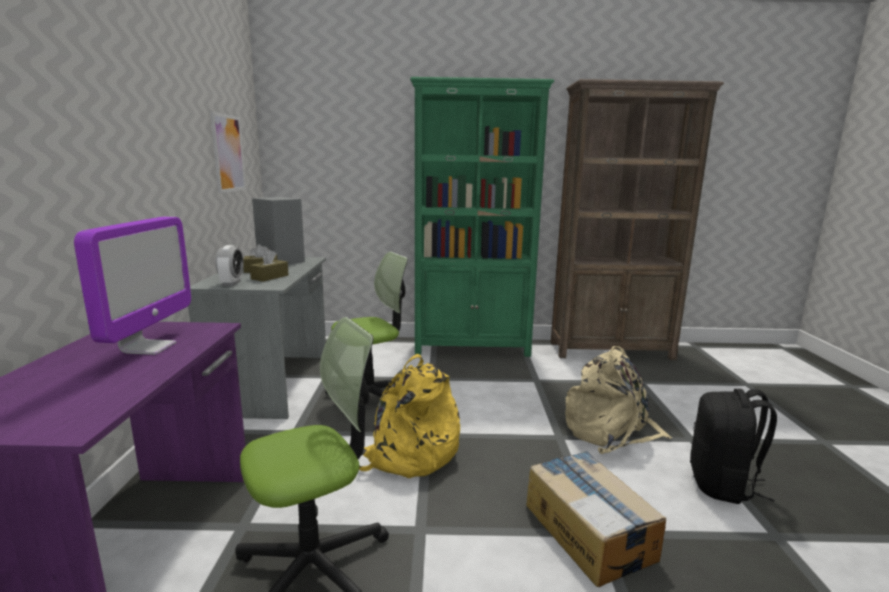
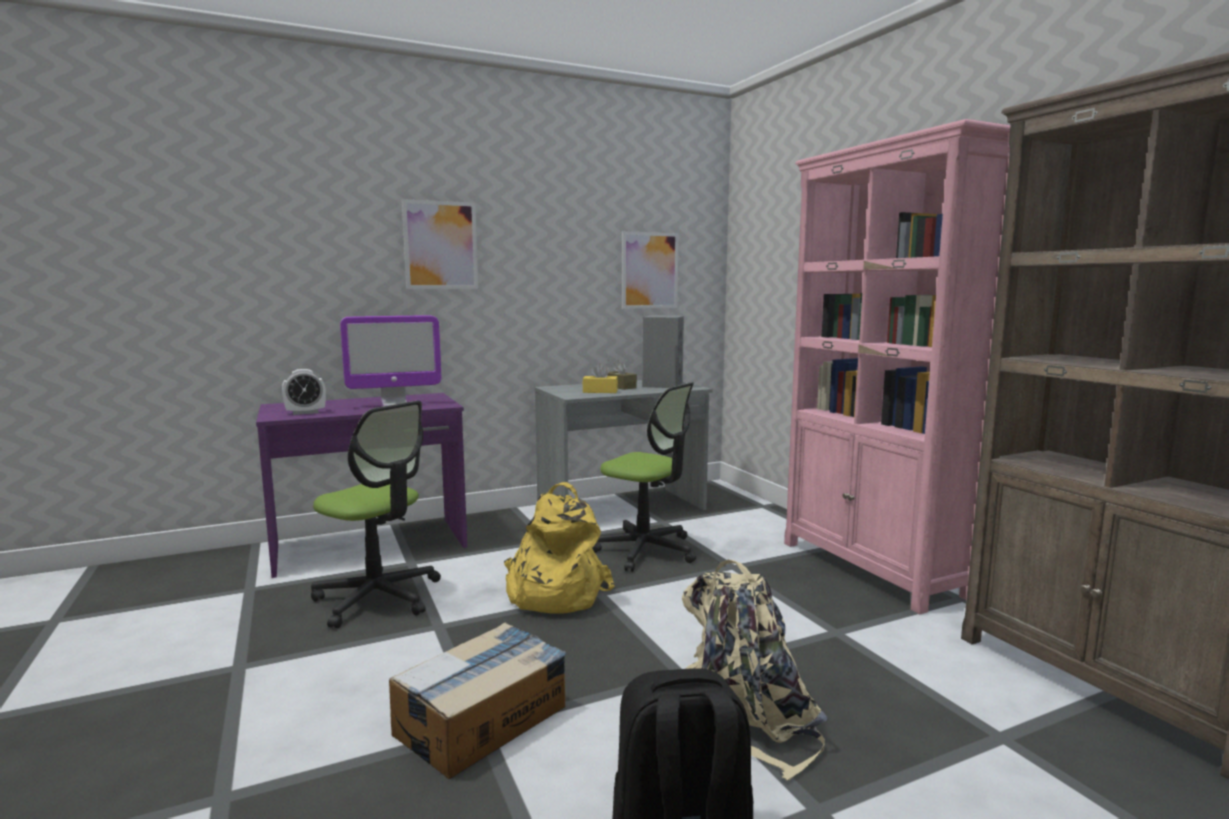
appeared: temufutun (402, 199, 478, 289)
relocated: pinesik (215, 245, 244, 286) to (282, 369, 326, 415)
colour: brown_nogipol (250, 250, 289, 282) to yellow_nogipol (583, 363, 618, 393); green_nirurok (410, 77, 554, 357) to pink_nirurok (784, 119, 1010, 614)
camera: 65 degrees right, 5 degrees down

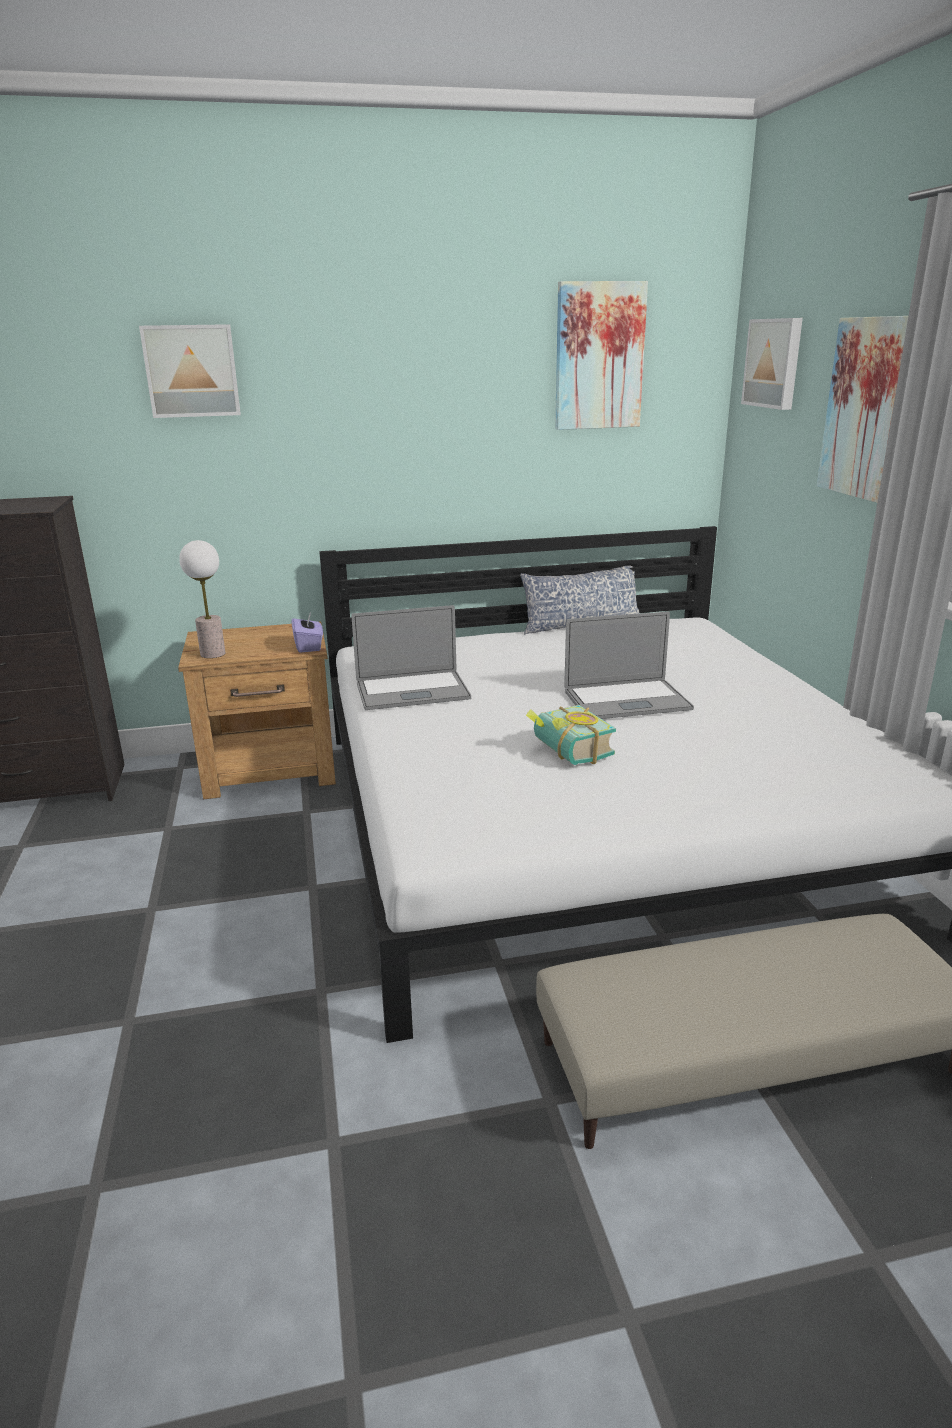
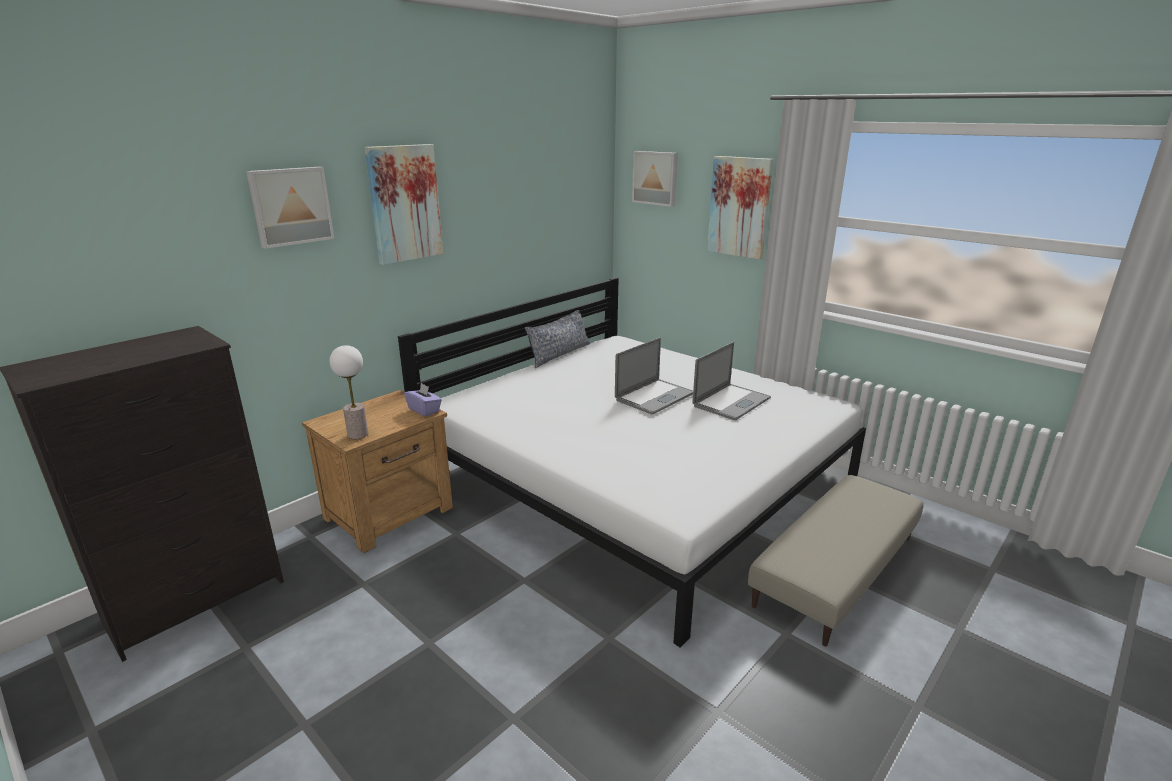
missing: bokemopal (526, 705, 616, 765)
relocated: temufutun (555, 281, 648, 430) to (364, 144, 443, 265); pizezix (352, 605, 471, 710) to (692, 342, 771, 420)
camera: 35 degrees left, 0 degrees up

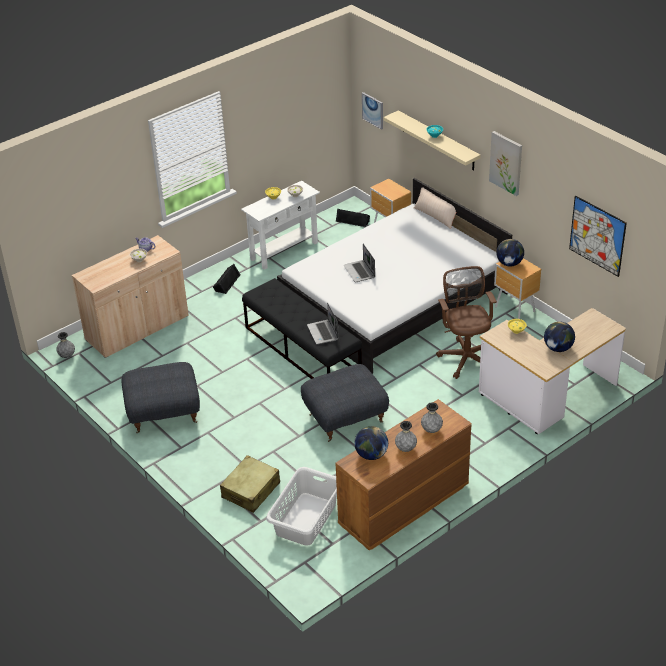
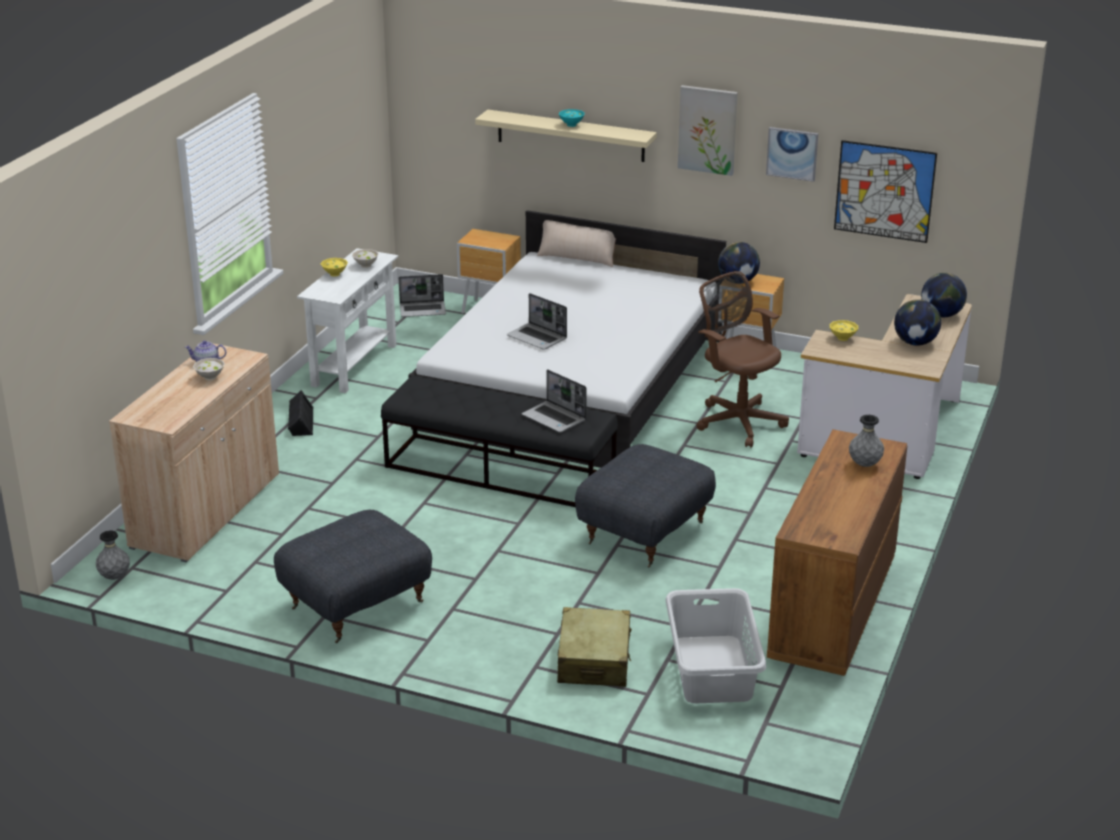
missing: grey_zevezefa (395, 421, 417, 452)
relocated: temufutun (362, 92, 383, 130) to (766, 127, 818, 182); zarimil (354, 426, 388, 460) to (921, 273, 967, 317)
exchanged: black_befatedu (336, 209, 370, 227) to pizezix (399, 274, 446, 317)
camera: 30 degrees left, 10 degrees down

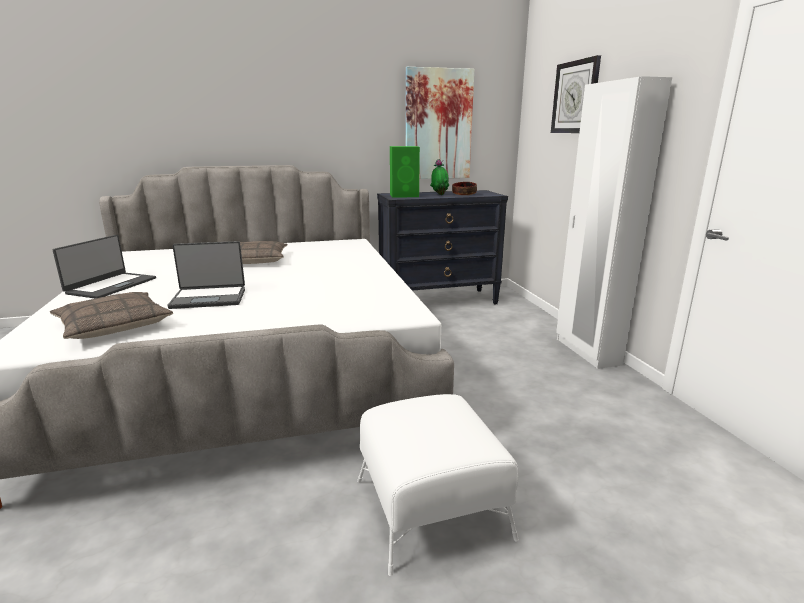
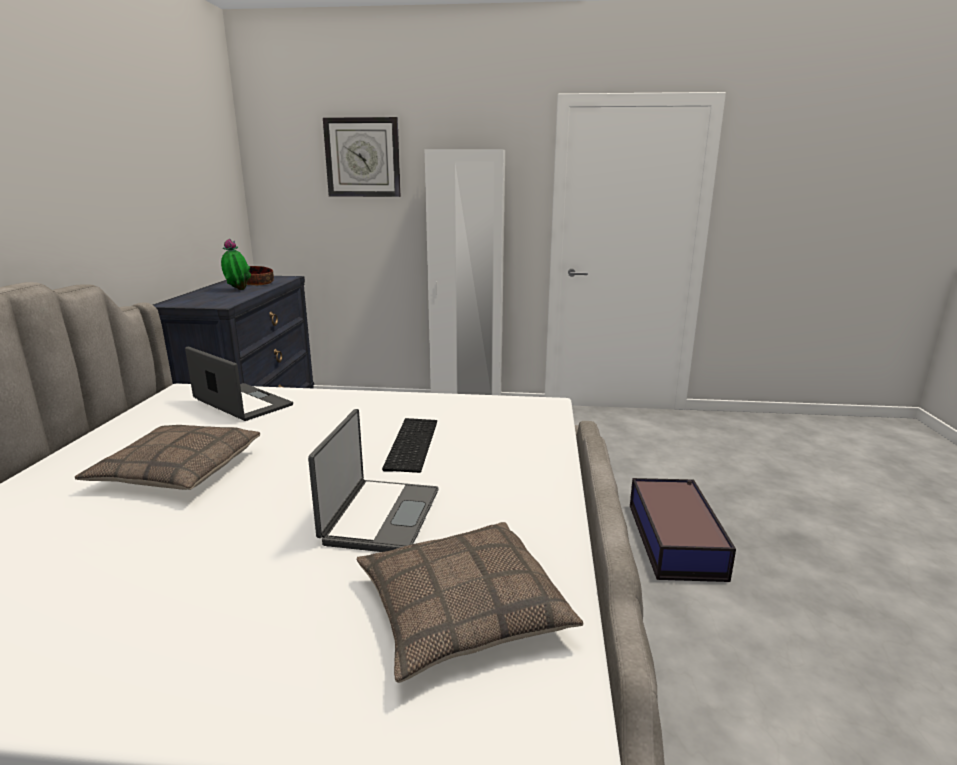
missing: green_befatedu (390, 146, 420, 198); temufutun (406, 67, 474, 179)
appeared: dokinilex (382, 418, 437, 473)
relocated: pizezix (53, 235, 156, 299) to (185, 346, 293, 421)
exchanged: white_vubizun (357, 394, 519, 576) to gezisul (630, 478, 736, 582)
camera: 70 degrees left, 0 degrees up

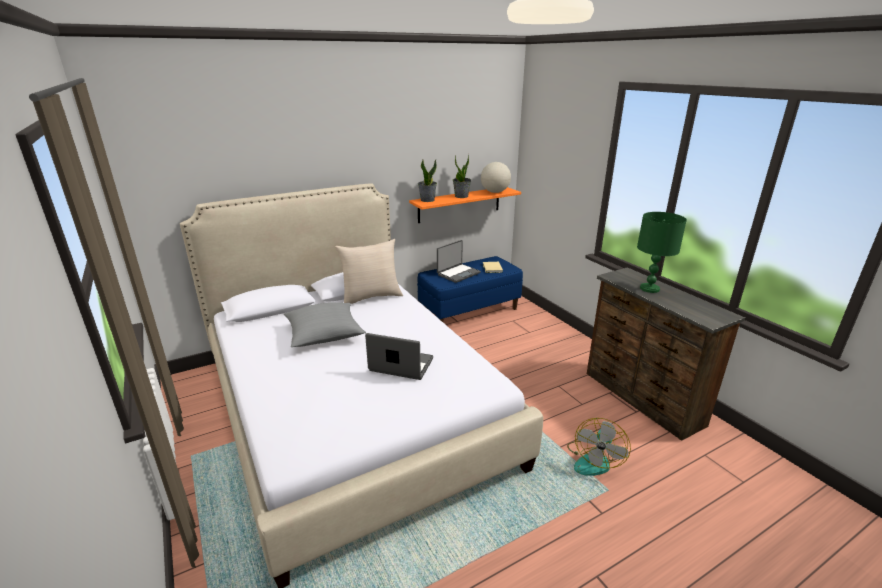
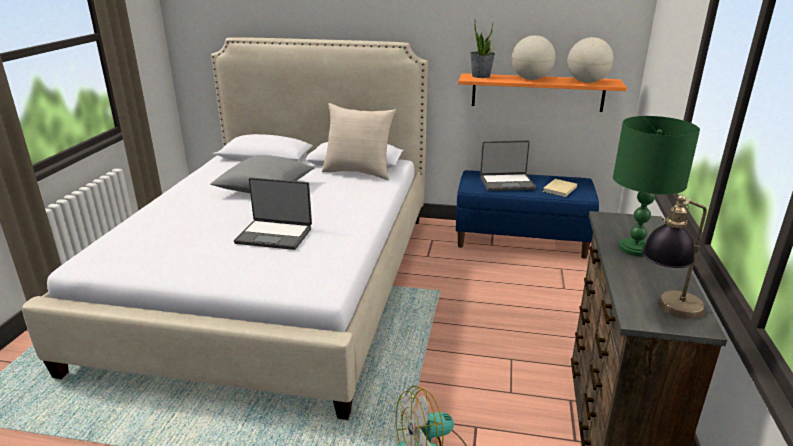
appeared: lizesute (642, 195, 707, 319)
exchanged: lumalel (453, 154, 471, 198) to zarimil (512, 35, 556, 80)
spun: pizezix (365, 333, 433, 380) = (234, 178, 312, 250) 135 degrees clockwise
camera: 40 degrees right, 0 degrees up

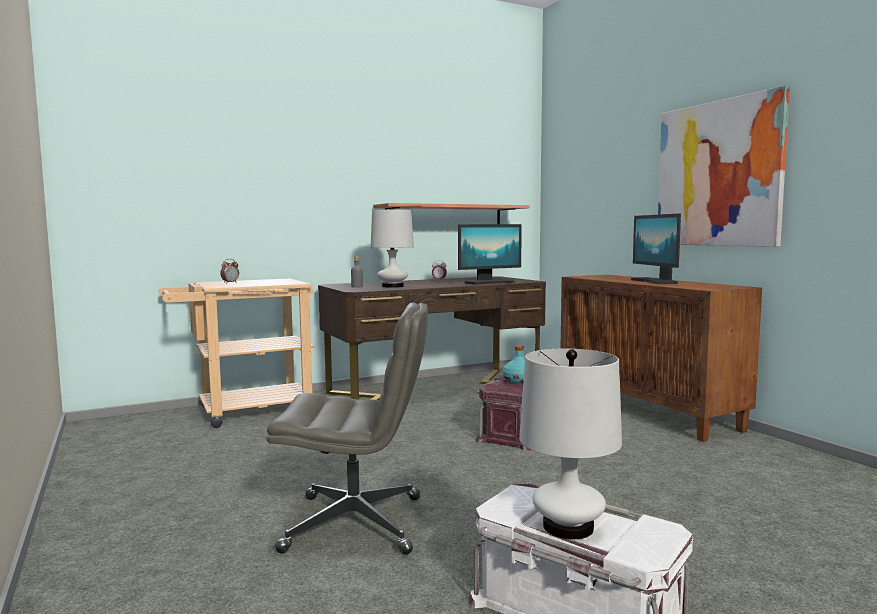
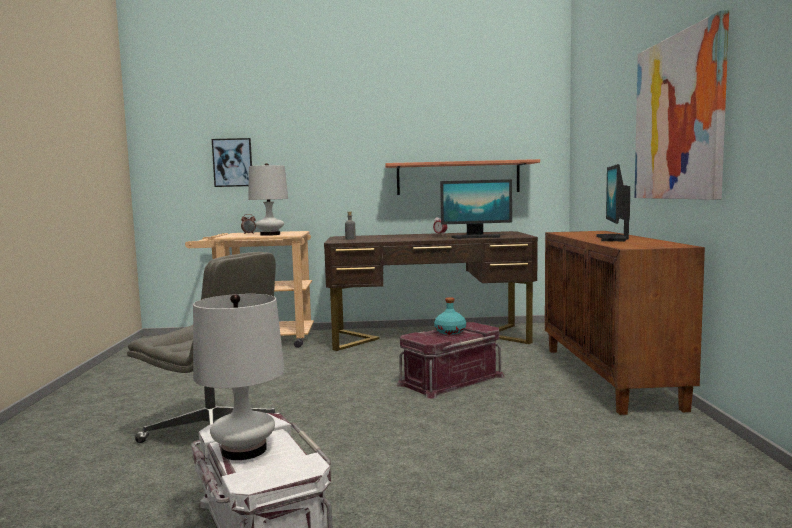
appeared: temufutun (212, 138, 252, 187)
relocated: white_lizesute (371, 207, 414, 288) to (249, 163, 288, 236)
camera: 25 degrees right, 0 degrees up

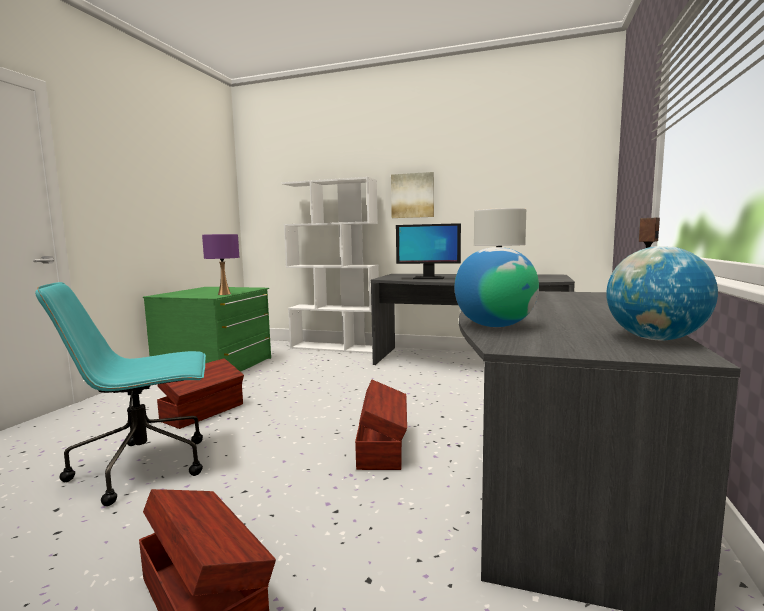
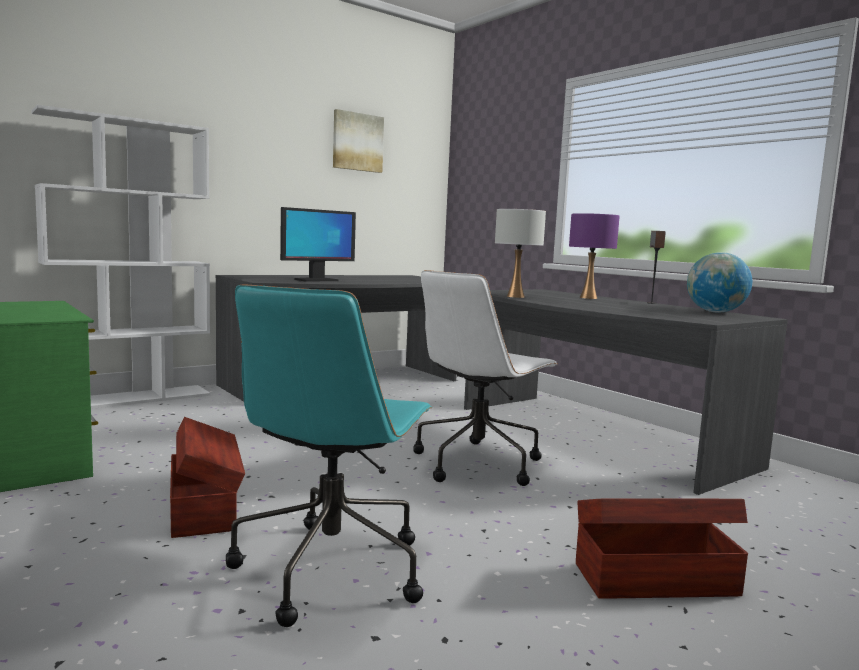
missing: zarimil (454, 247, 539, 327)
relocated: temufutun (391, 172, 434, 218) to (333, 109, 384, 173); purple_lizesute (202, 234, 239, 295) to (569, 213, 620, 299)
exchanged: brown_gezisul (355, 380, 407, 470) to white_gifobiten (413, 270, 558, 486)
camera: 55 degrees left, 0 degrees up

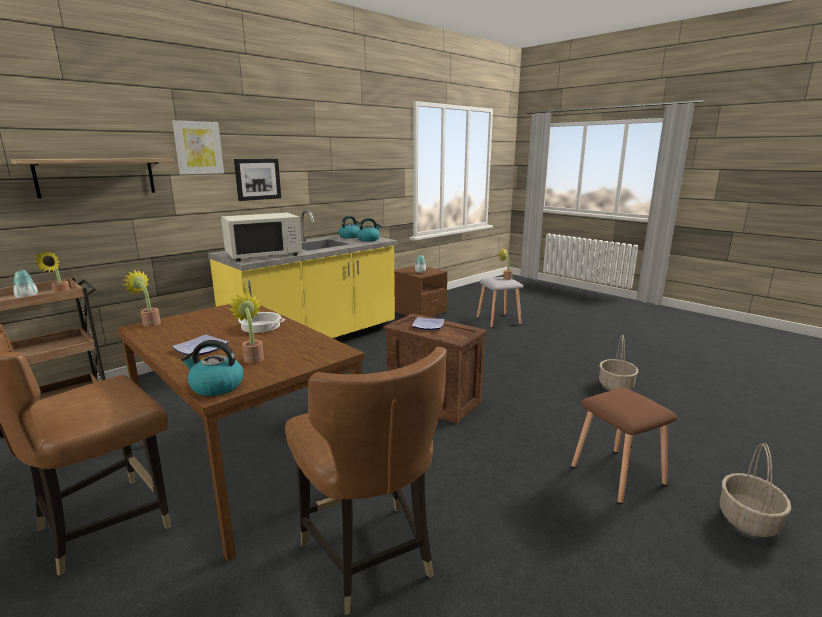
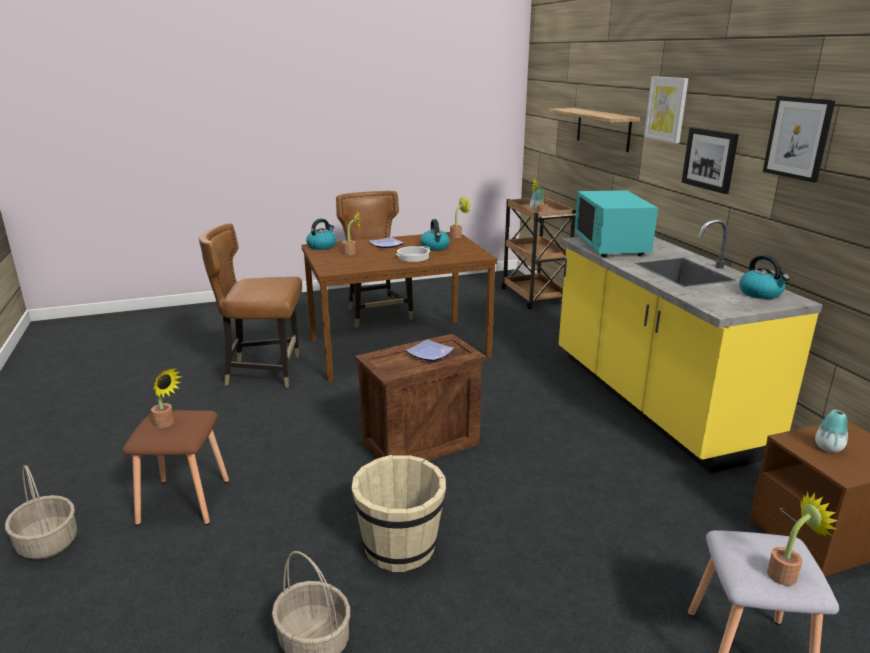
appeared: lumalel (151, 368, 182, 428); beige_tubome (351, 455, 446, 572); temufutun (763, 96, 835, 183)
relocated: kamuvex (357, 218, 381, 242) to (420, 219, 450, 251)
colour: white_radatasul (221, 213, 302, 262) to turquoise_radatasul (574, 190, 658, 257)
camera: 115 degrees right, 5 degrees up

